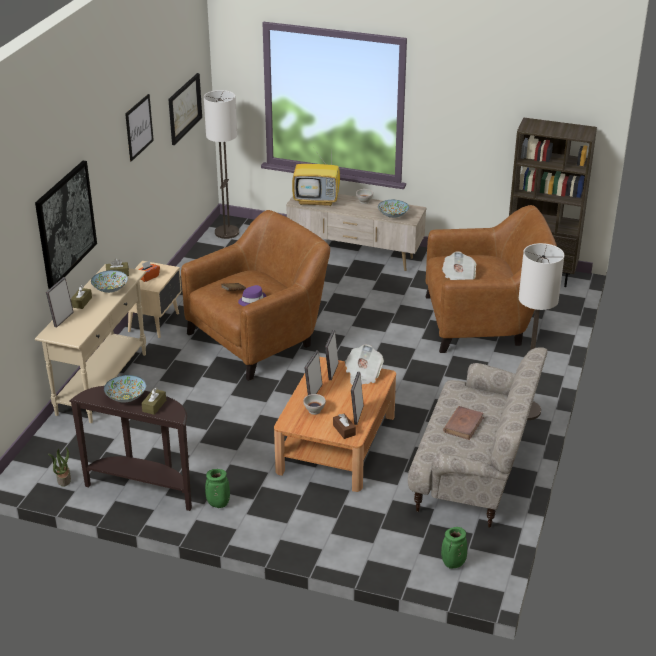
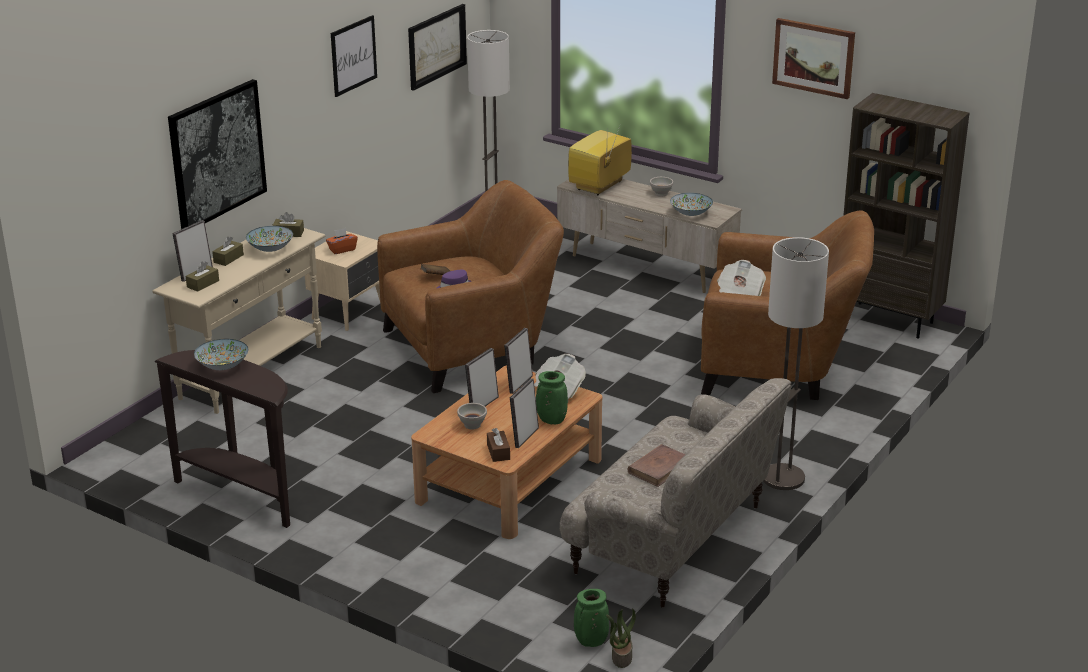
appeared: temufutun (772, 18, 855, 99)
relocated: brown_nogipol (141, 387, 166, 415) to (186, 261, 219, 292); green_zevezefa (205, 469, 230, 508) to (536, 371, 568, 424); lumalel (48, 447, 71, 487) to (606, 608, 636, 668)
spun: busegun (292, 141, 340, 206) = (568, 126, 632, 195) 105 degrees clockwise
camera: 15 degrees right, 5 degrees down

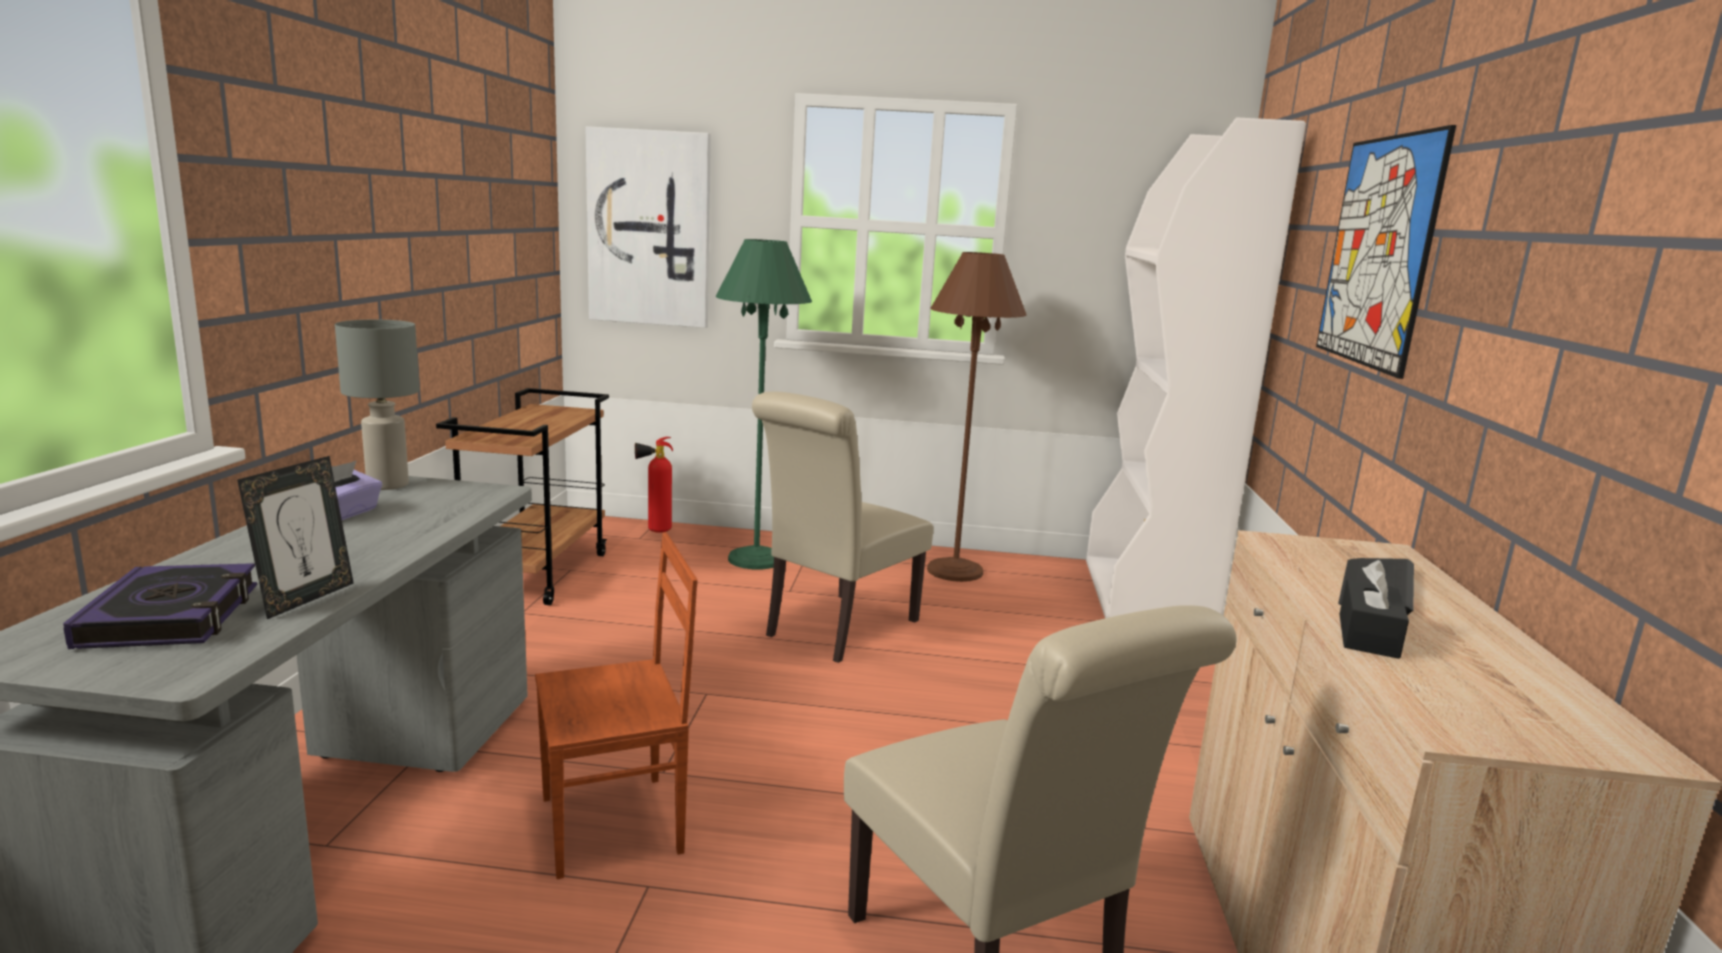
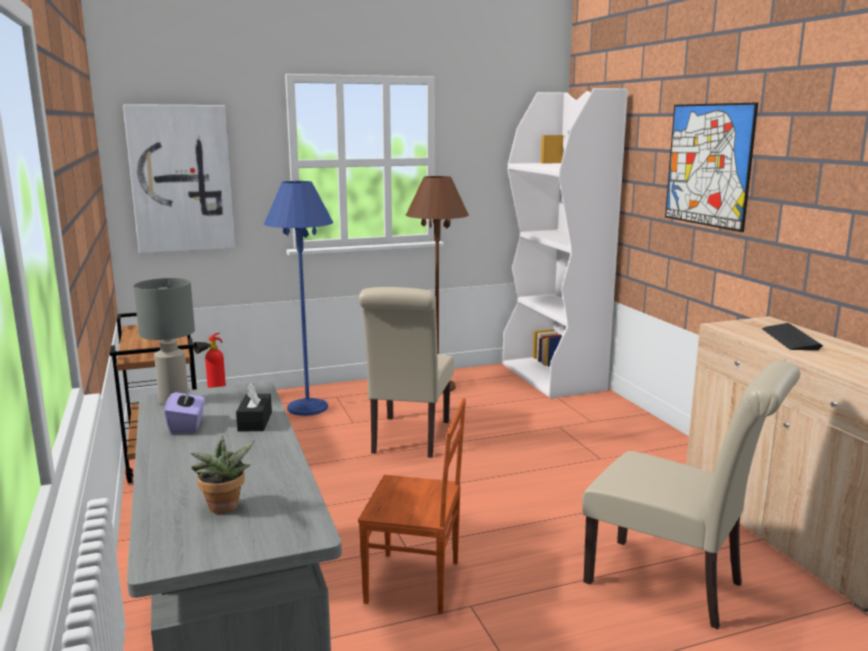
missing: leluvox (237, 456, 354, 619)
relocated: black_nogipol (1340, 560, 1409, 659) to (236, 383, 272, 432)
exchanged: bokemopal (63, 563, 257, 649) to lumalel (191, 436, 255, 514)
colour: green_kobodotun (716, 239, 812, 570) to blue_kobodotun (264, 181, 333, 416)
spun: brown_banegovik (535, 532, 698, 879) = (358, 398, 466, 614) 60 degrees clockwise
camera: 25 degrees left, 0 degrees up

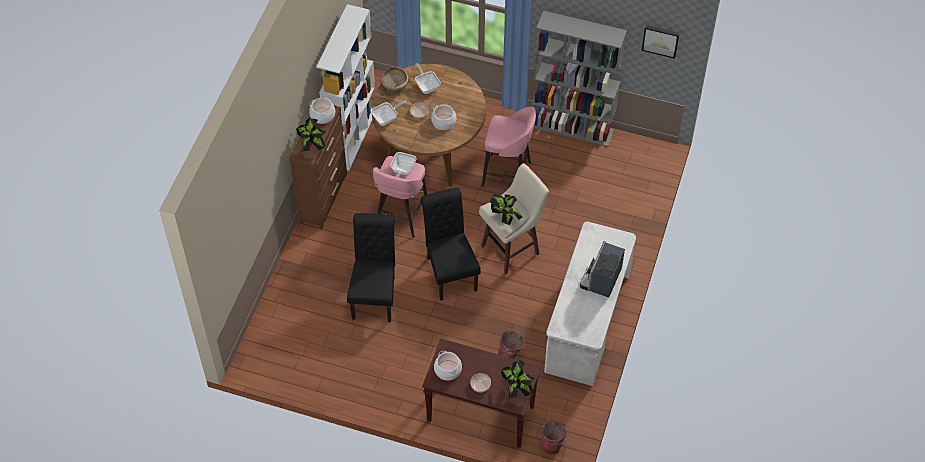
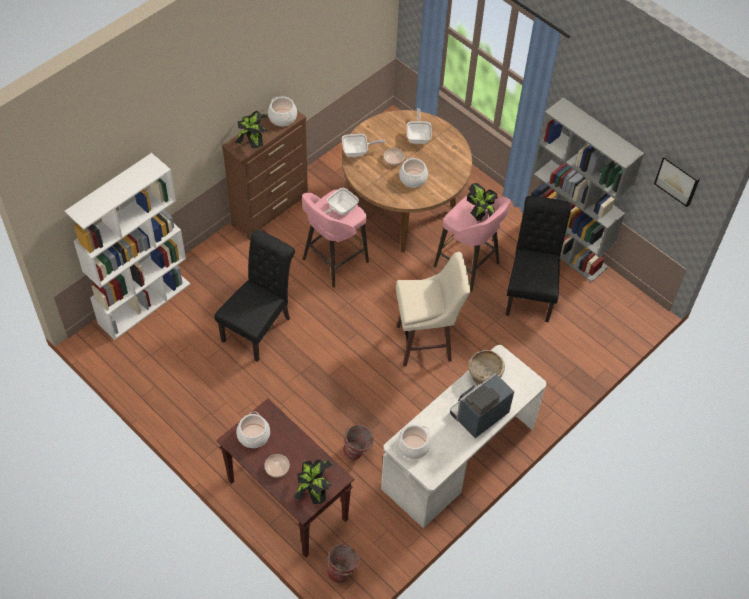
appeared: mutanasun (397, 425, 431, 459)
relocated: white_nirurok (316, 4, 375, 171) to (65, 153, 190, 340); lumalel (490, 194, 522, 225) to (467, 183, 498, 221); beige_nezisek (381, 67, 409, 95) to (468, 350, 505, 385); black_banegovik (421, 188, 481, 301) to (506, 196, 571, 322)
camera: 25 degrees right, 0 degrees up

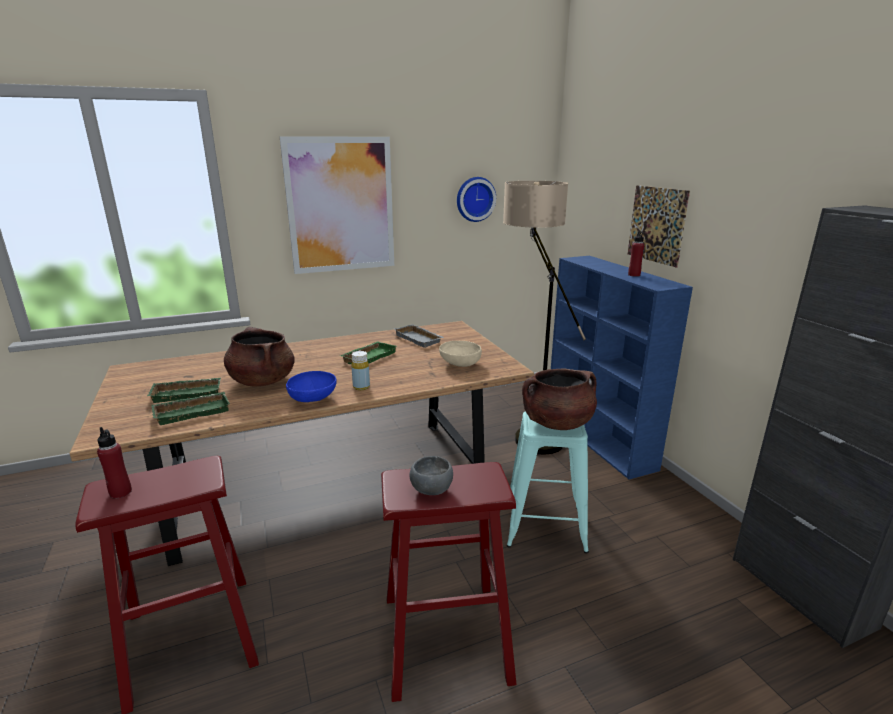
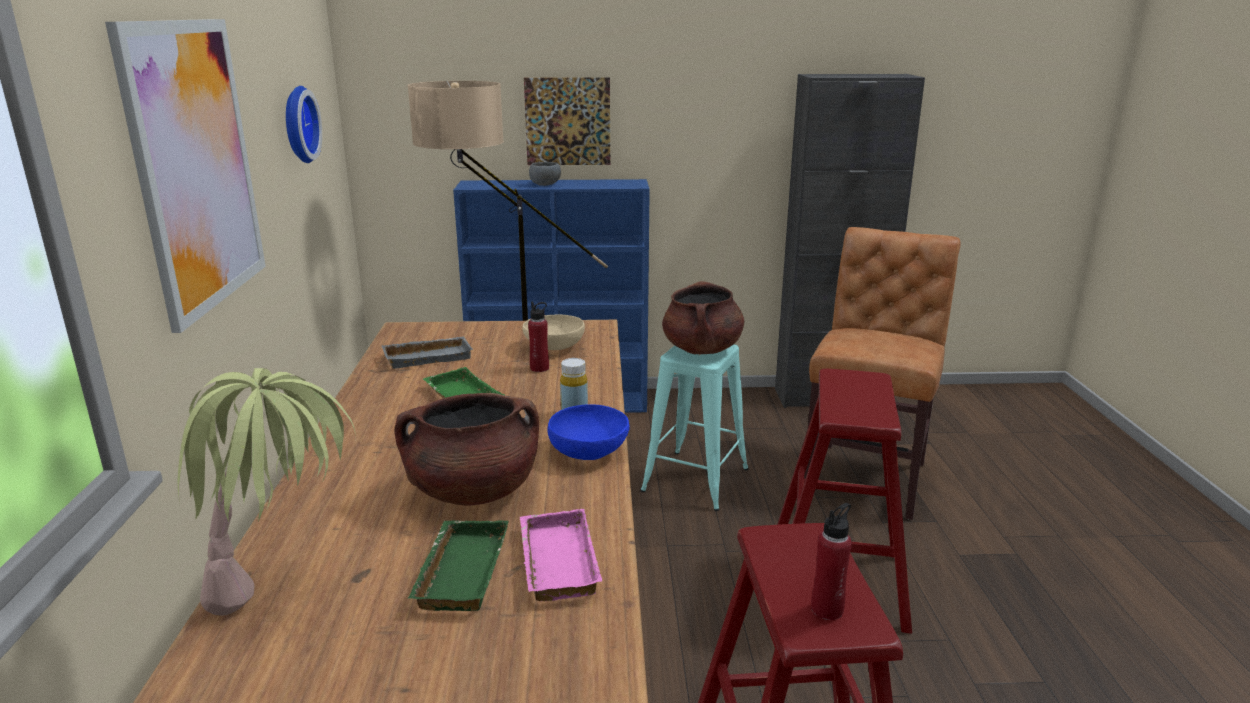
appeared: lumalel (178, 368, 355, 616); brown_banegovik (804, 227, 961, 520)
relocated: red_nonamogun (628, 231, 645, 277) to (528, 302, 549, 372); grey_nezisek (409, 456, 453, 495) to (529, 162, 561, 186)
colour: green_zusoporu (152, 392, 230, 425) to pink_zusoporu (519, 509, 602, 601)
camera: 70 degrees left, 0 degrees up

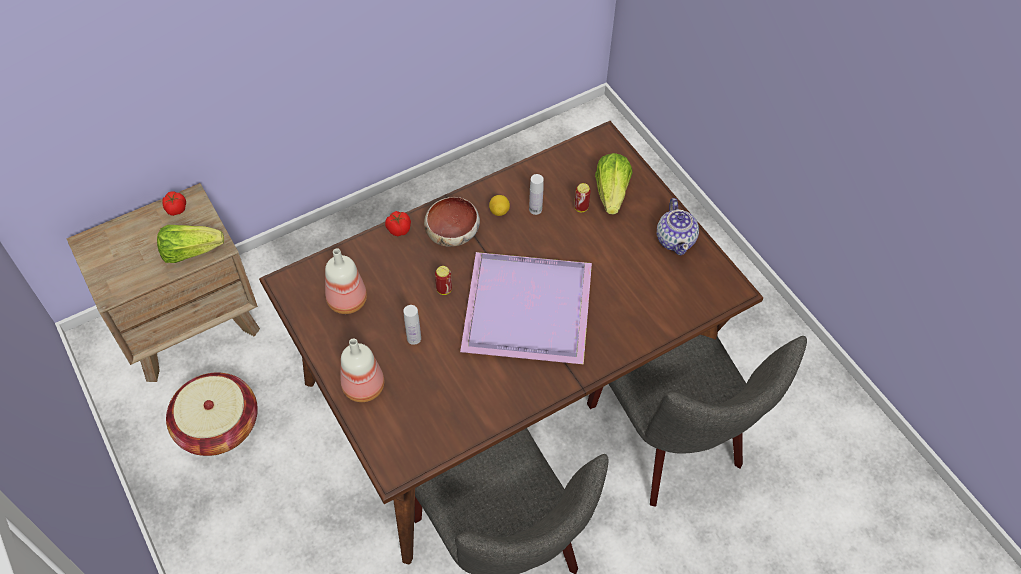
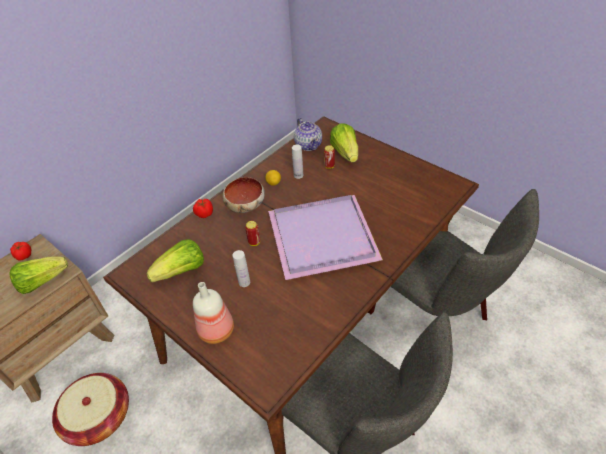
relocated: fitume (657, 198, 699, 255) to (294, 118, 322, 151)
exchanged: nonamogun (325, 248, 367, 314) to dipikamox (147, 239, 204, 282)
camera: 15 degrees left, 10 degrees down

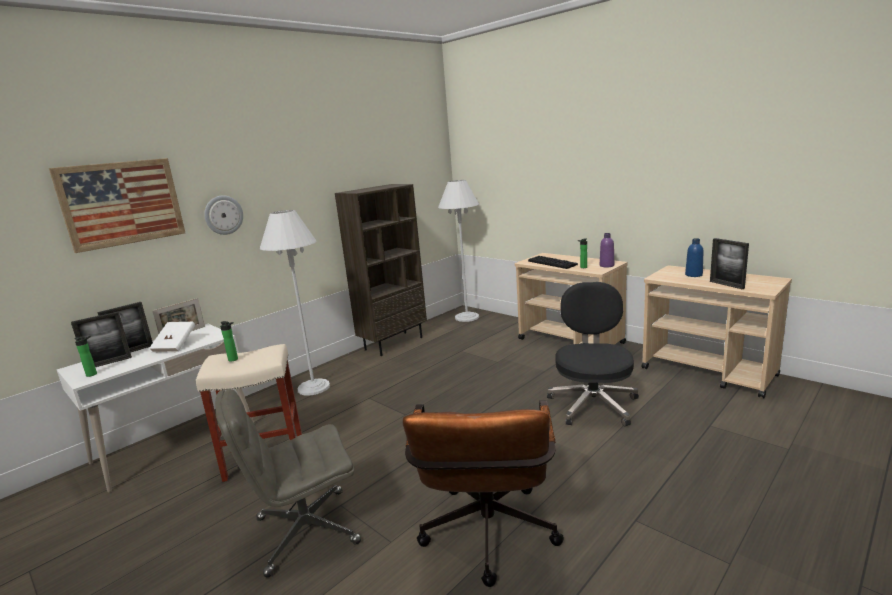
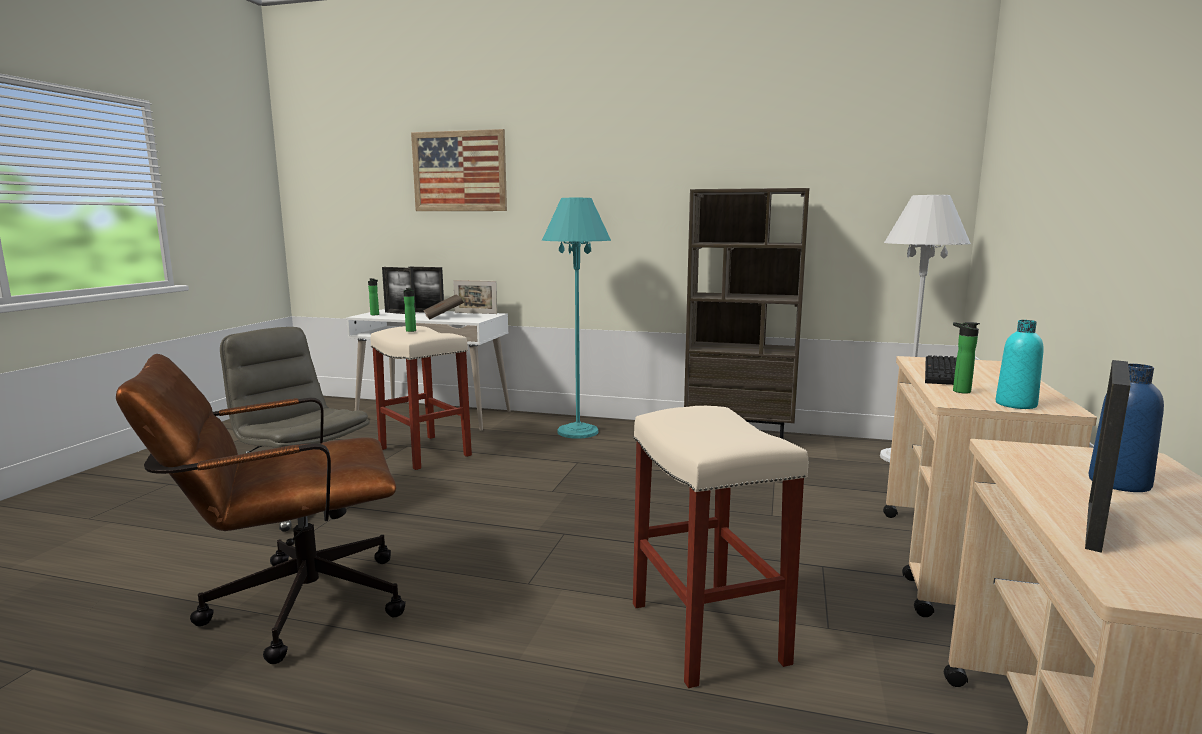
missing: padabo (204, 196, 243, 235)
exchanged: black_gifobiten (547, 282, 639, 427) to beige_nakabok (633, 406, 808, 688)
colour: white_bokemopal (149, 322, 195, 352) to brown_bokemopal (423, 294, 464, 320); white_kobodotun (260, 210, 330, 396) to turquoise_kobodotun (542, 198, 611, 439); purple_nonamogun (600, 233, 614, 267) to turquoise_nonamogun (996, 320, 1044, 409)
camera: 60 degrees right, 5 degrees down

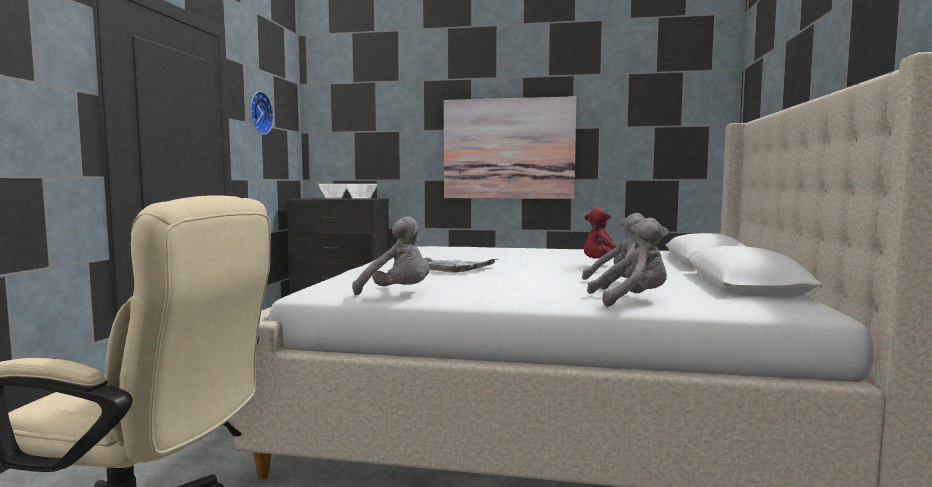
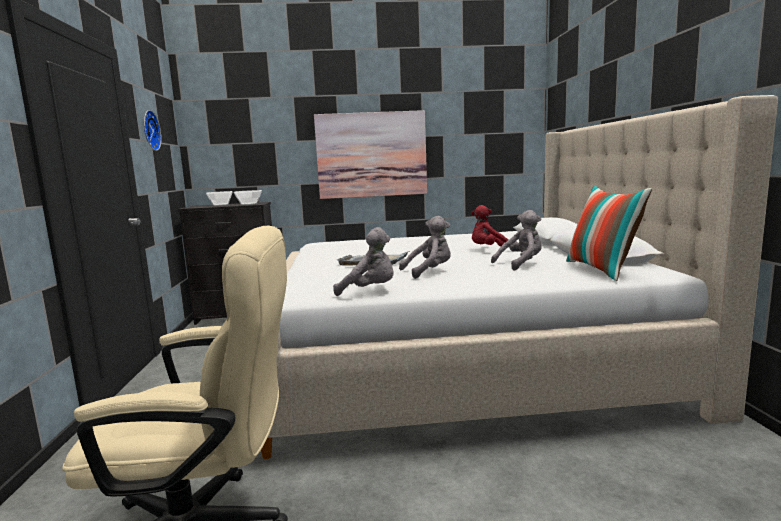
appeared: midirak (566, 186, 652, 281)
relocated: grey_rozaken (587, 218, 669, 307) to (399, 216, 451, 279)
camera: 15 degrees left, 5 degrees up

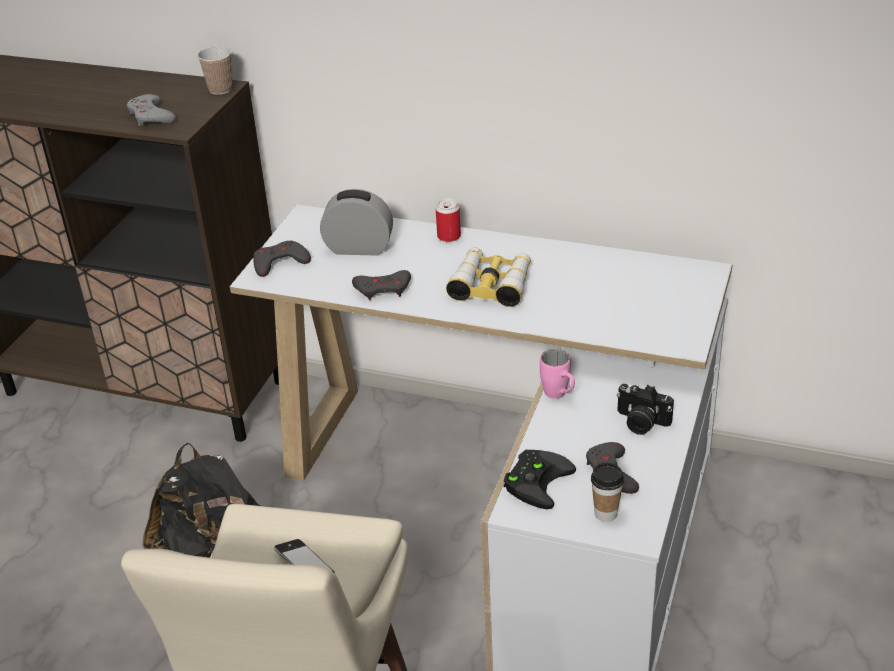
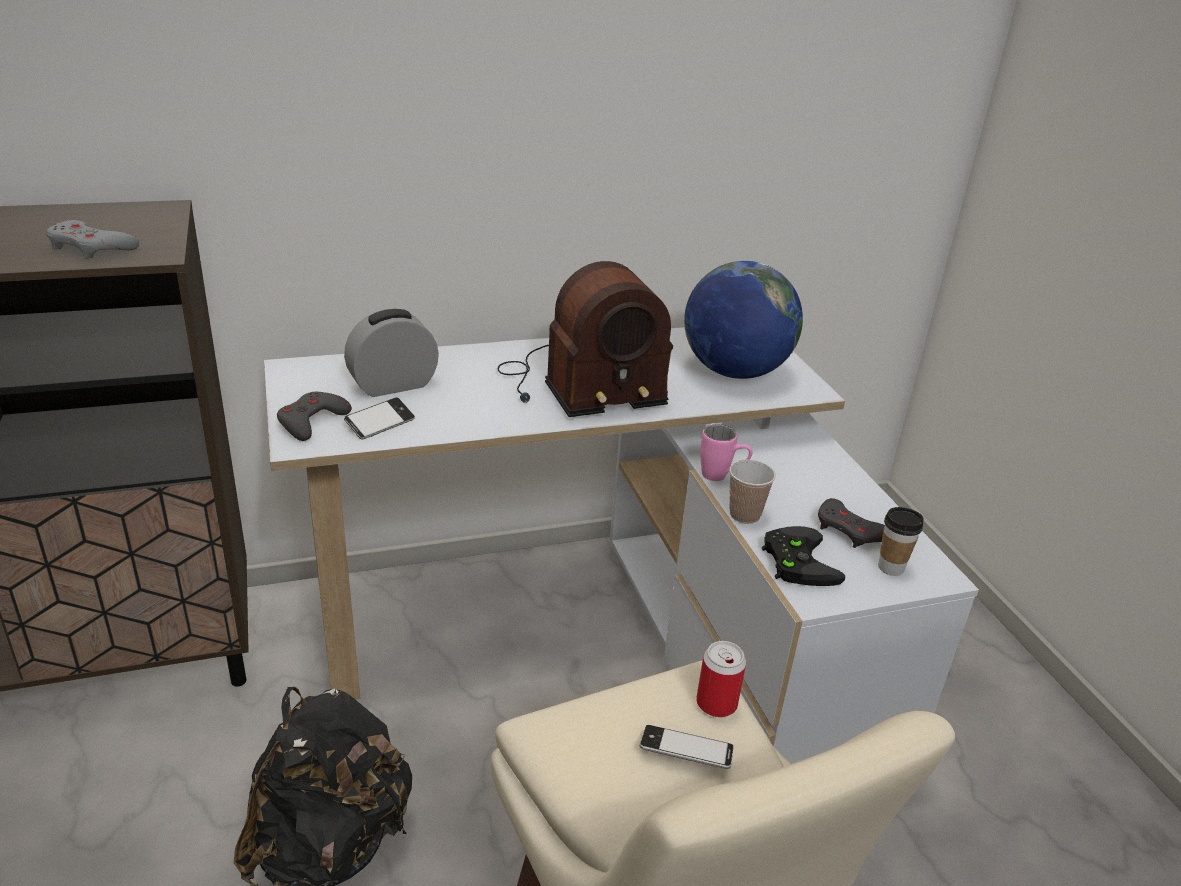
missing: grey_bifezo (352, 270, 411, 300); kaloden (616, 384, 674, 435)
appeared: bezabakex (344, 397, 415, 439); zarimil (684, 261, 803, 379)
relocated: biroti (436, 198, 461, 242) to (696, 641, 746, 717); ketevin (197, 46, 232, 95) to (729, 459, 776, 524)
exchanged: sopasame (446, 248, 531, 307) to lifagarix (497, 261, 673, 417)
camera: 40 degrees left, 5 degrees down

